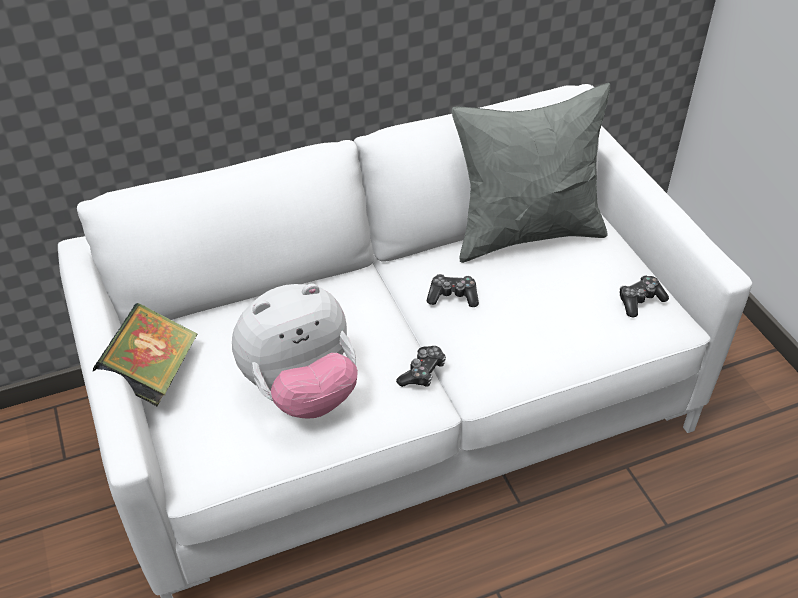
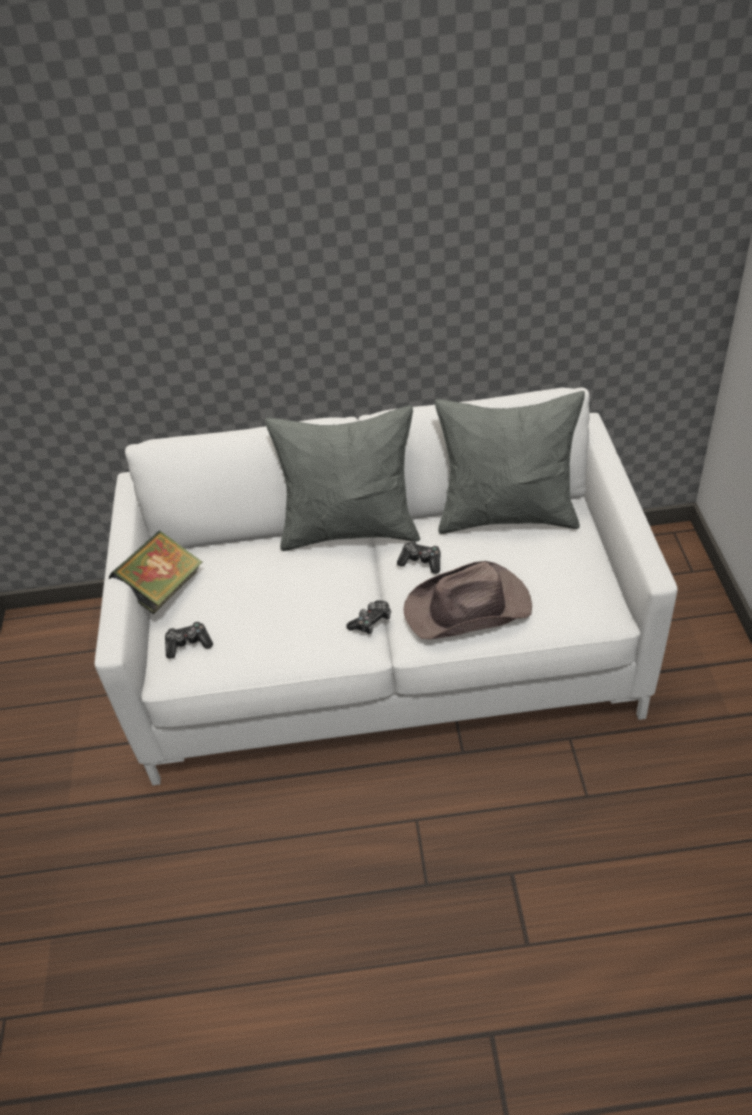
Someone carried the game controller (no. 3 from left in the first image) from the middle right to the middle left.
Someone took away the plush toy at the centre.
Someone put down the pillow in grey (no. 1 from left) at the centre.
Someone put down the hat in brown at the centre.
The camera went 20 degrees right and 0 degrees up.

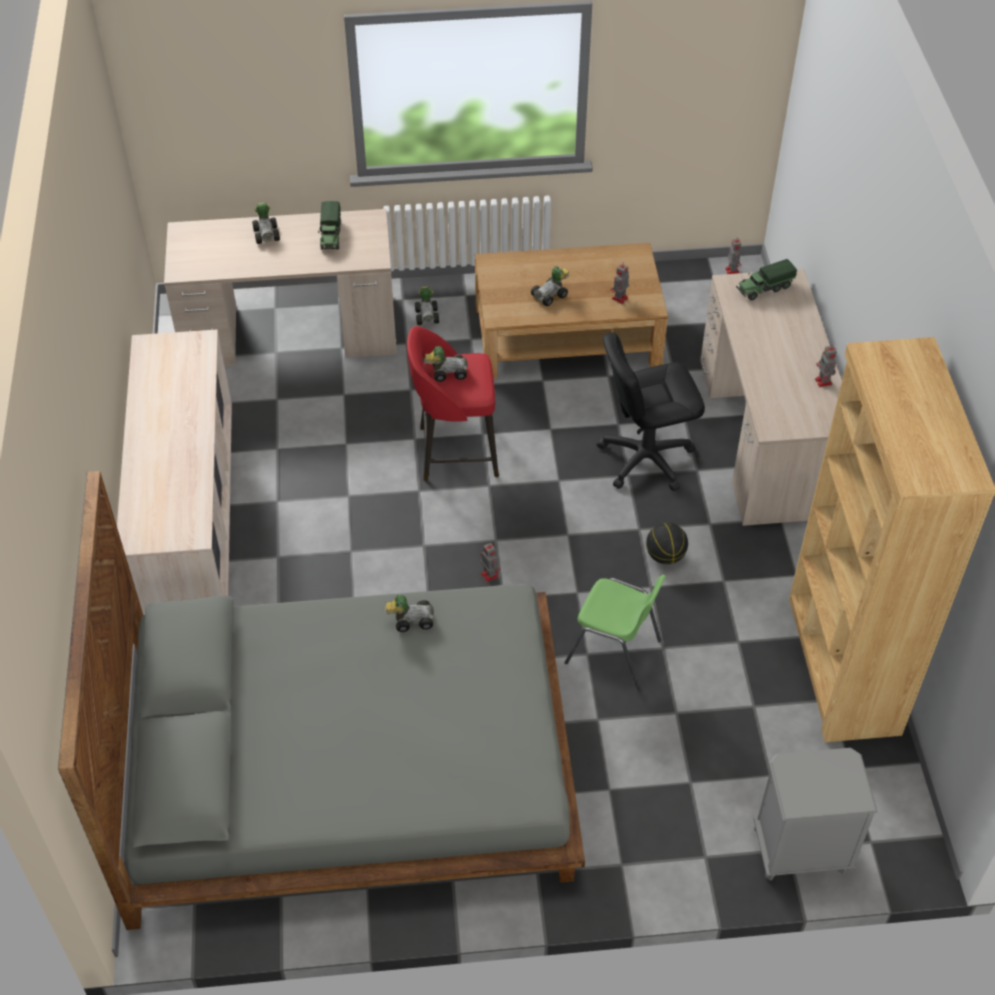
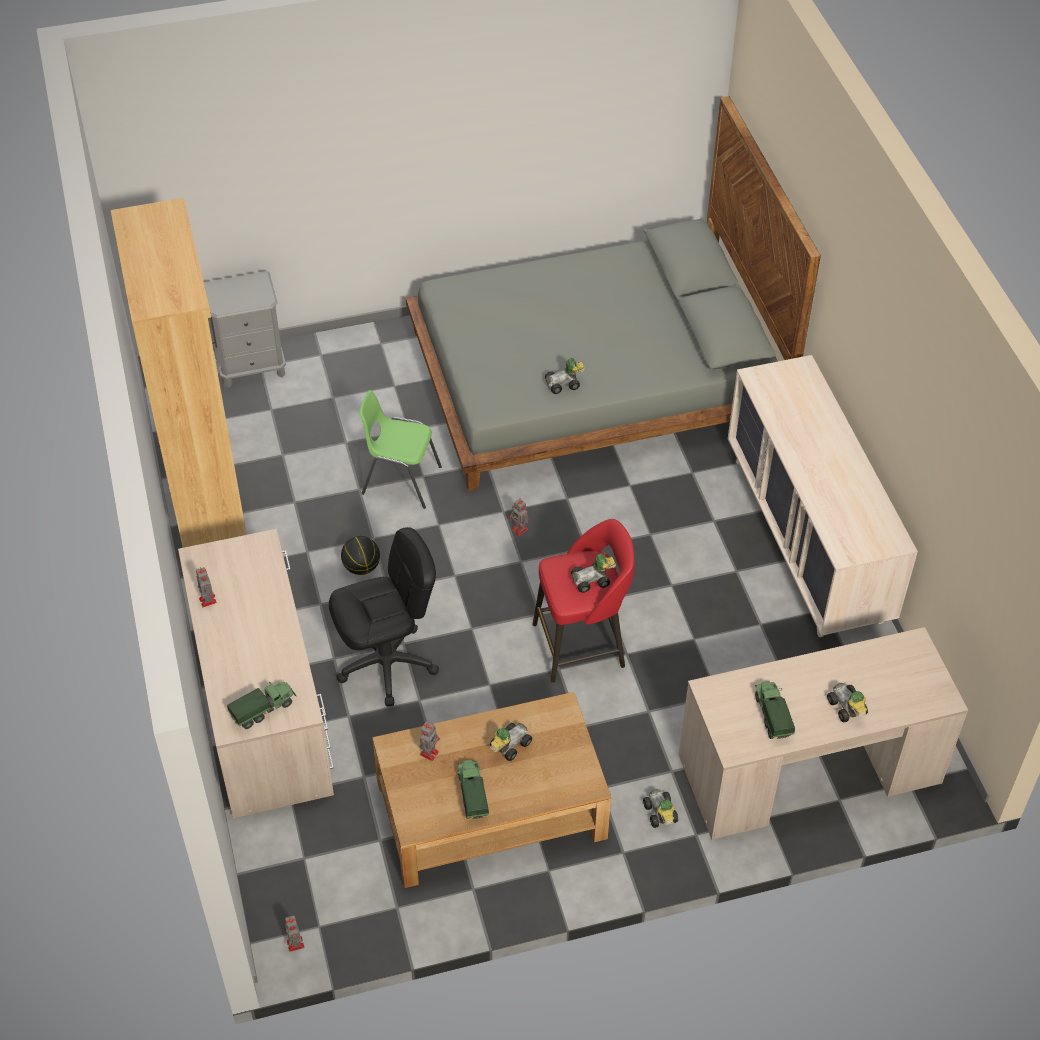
Someone put down the toy truck (no. 2 from left) at the bottom centre.
The camera went 170 degrees right and 0 degrees up.

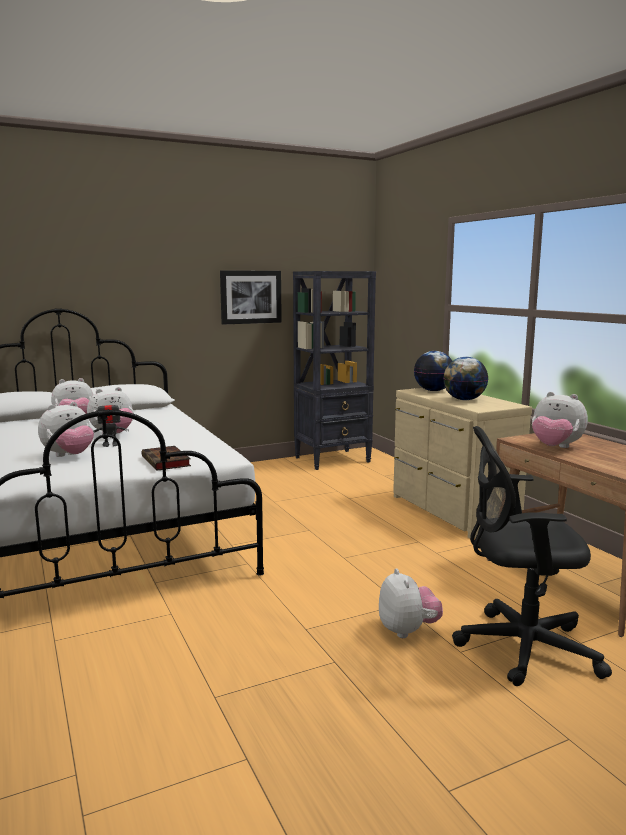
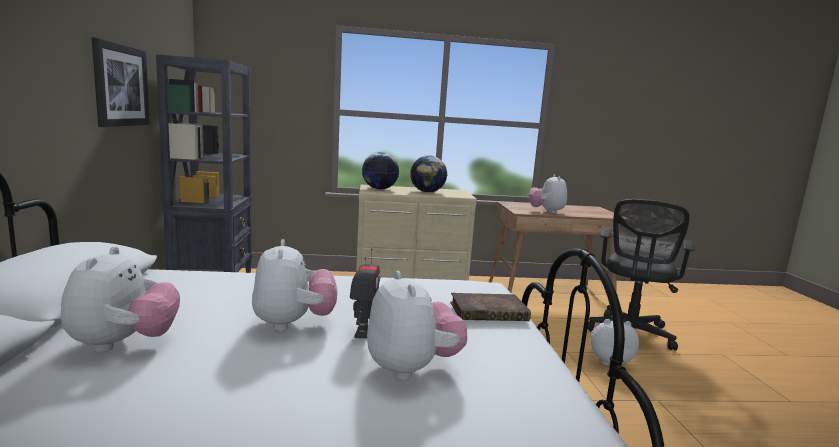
Someone rotated the plush toy (no. 5 from left in the first image) at the middle right by 120 degrees clockwise.
The camera went 70 degrees left and 0 degrees up.

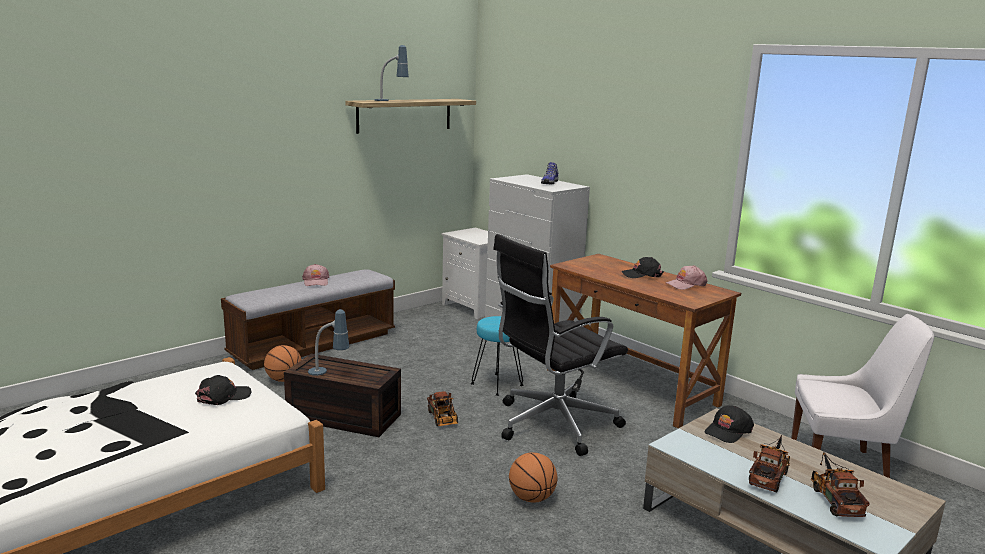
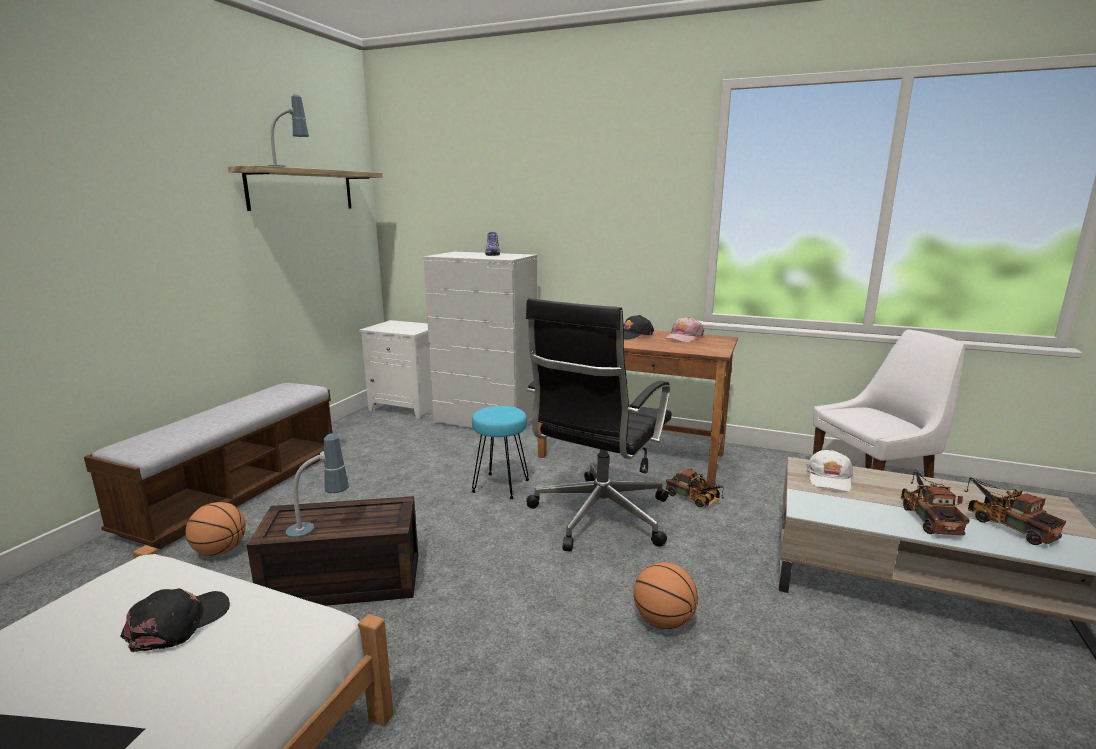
Someone took away the cap in pink (no. 1 from left) at the middle left.
Someone carried the toy truck (no. 1 from left) from the bottom centre to the centre.
Someone repainted the cap in black (no. 3 from left) at the bottom right, which became the cap in white at the middle right.
The camera went 25 degrees left and 0 degrees up.

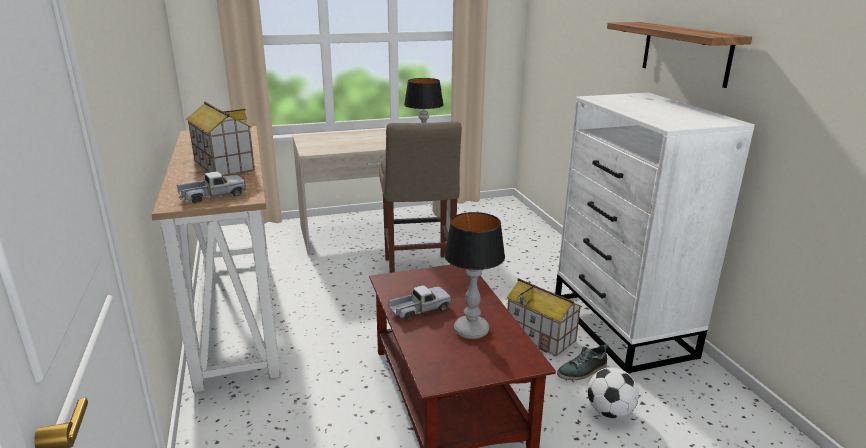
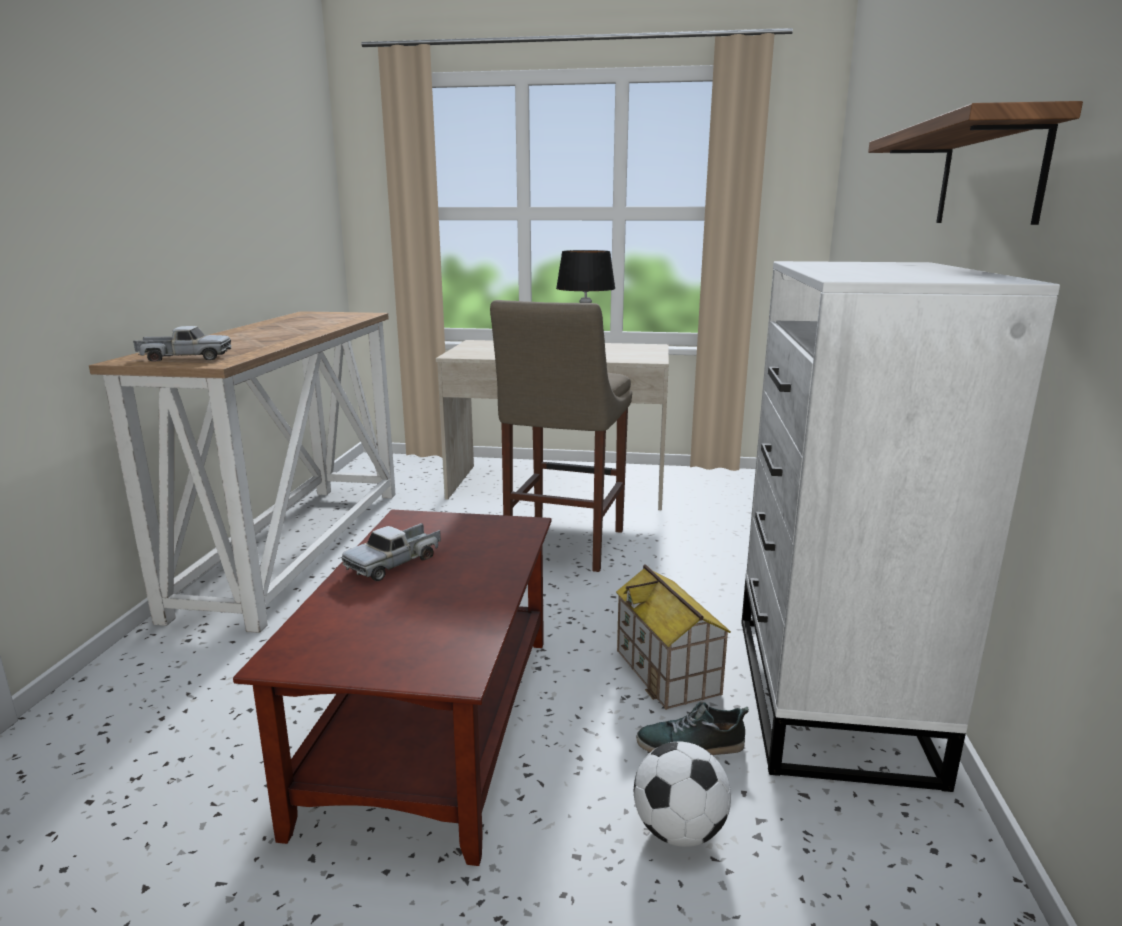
Someone took away the toy house (no. 1 from left) at the top left.
Someone took away the table lamp (no. 2 from left) at the centre.
Someone rotated the toy truck (no. 2 from left) at the bottom centre by 135 degrees clockwise.
The camera went 25 degrees right and 5 degrees down.

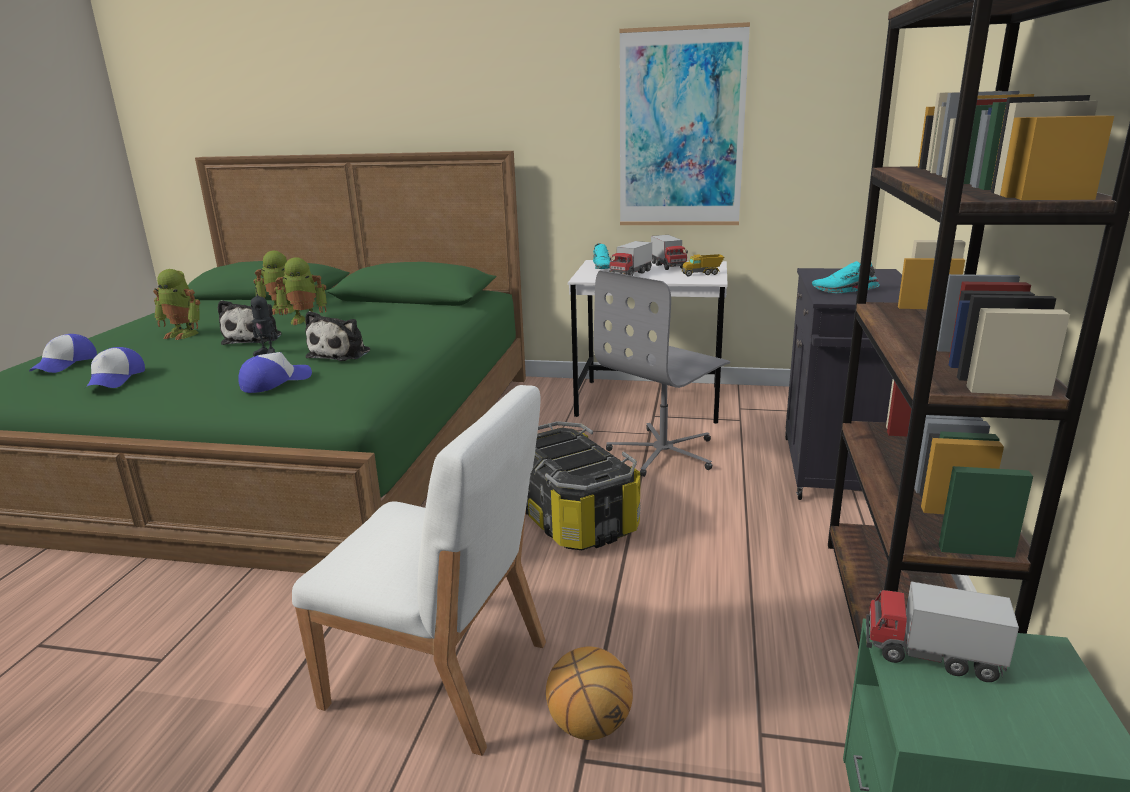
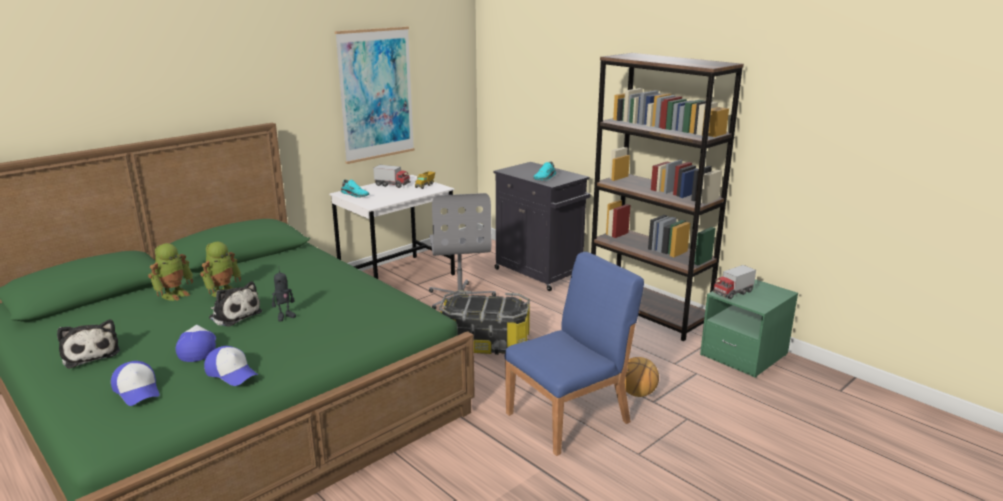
Someone took away the toy truck (no. 1 from left) at the top centre.
Someone took away the toy robot (no. 1 from left) at the middle left.
Someone carried the plush toy (no. 2 from left in the first image) from the middle left to the bottom left.
Someone carried the cap (no. 3 from left in the first image) from the middle left to the bottom left.
Someone repainted the chair in white at the bottom centre, which became the chair in blue at the bottom centre.
The camera went 55 degrees left and 0 degrees up.

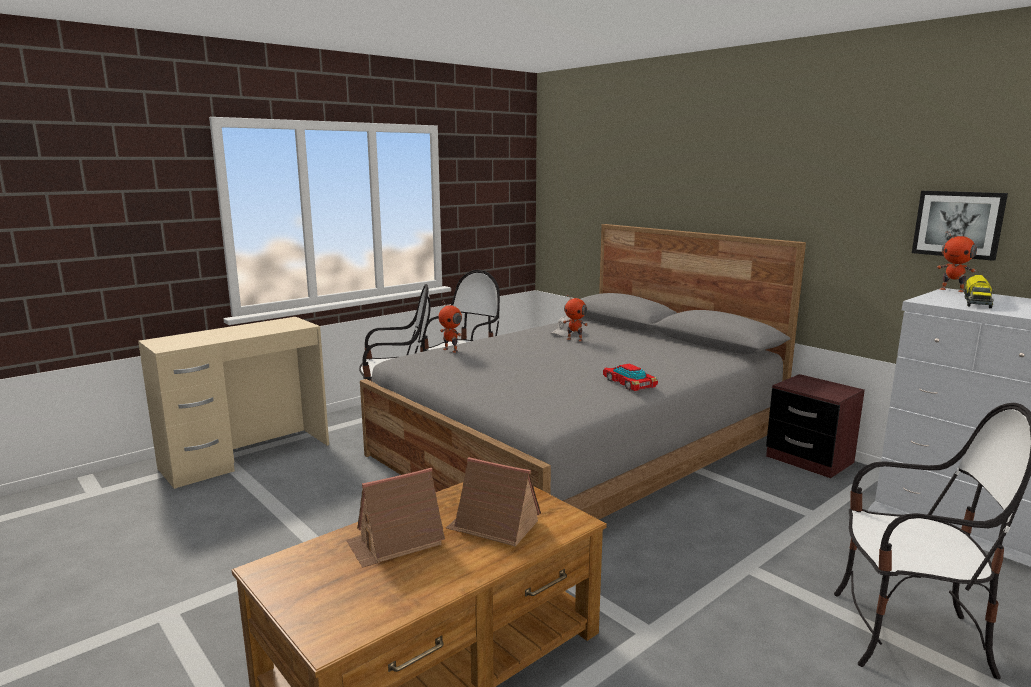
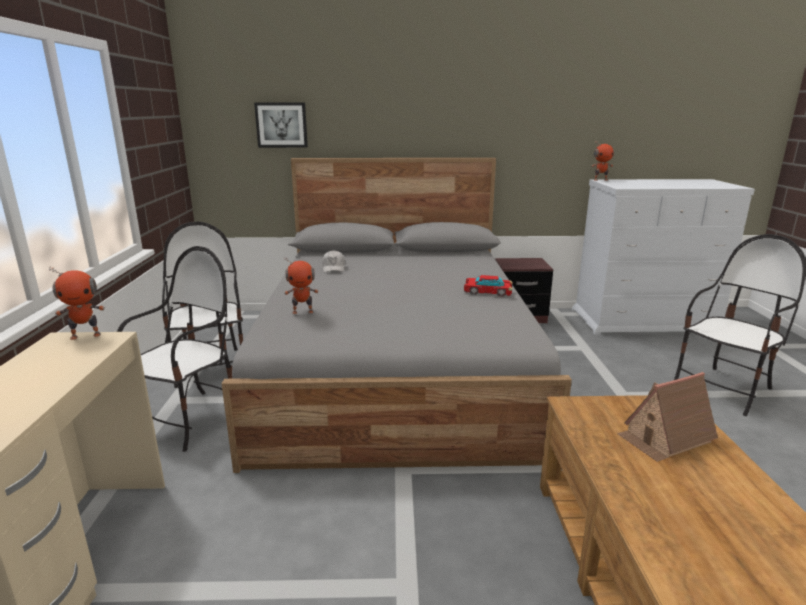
Someone carried the picture from the top right to the top centre.
Someone took away the toy truck at the middle right.
Someone carried the toy robot (no. 2 from left in the first image) from the centre to the middle left.
Someone took away the toy house (no. 1 from left) at the bottom centre.
The camera went 50 degrees left and 5 degrees up.

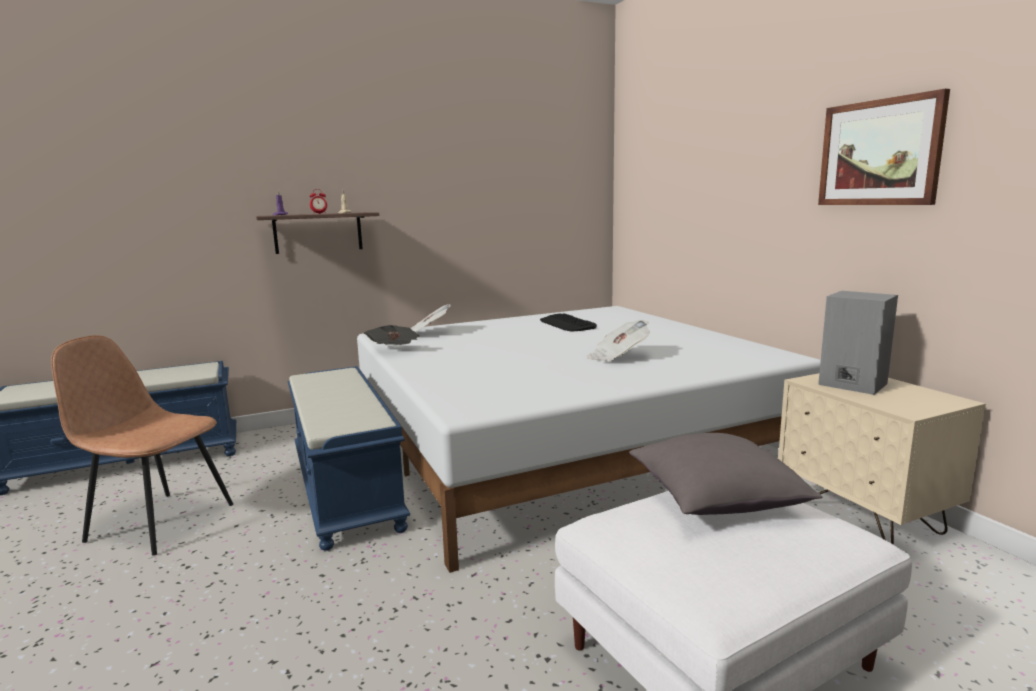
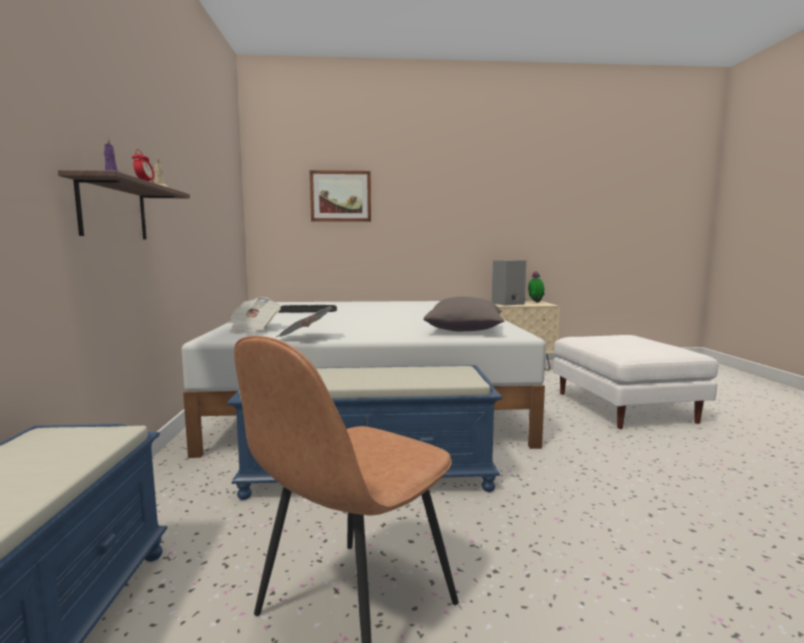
Someone carried the picture from the top right to the top centre.
Someone took away the newspaper (no. 3 from left) at the centre.
Someone carried the pillow in grey from the bottom right to the centre.
Someone put down the potted plant at the middle right.
The camera went 70 degrees left and 5 degrees down.

